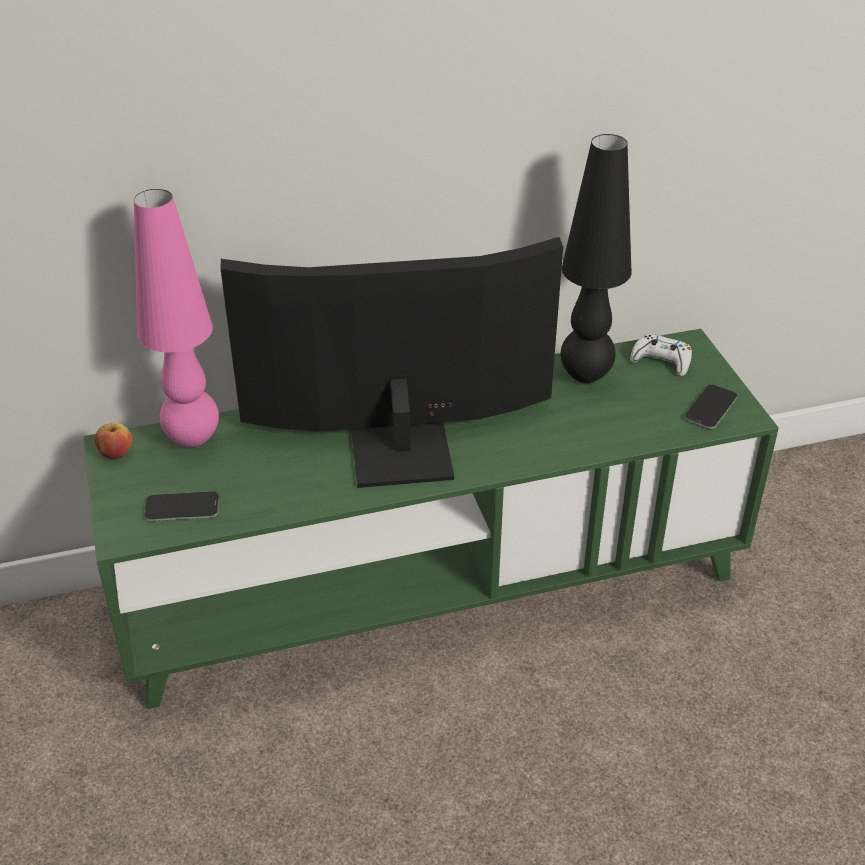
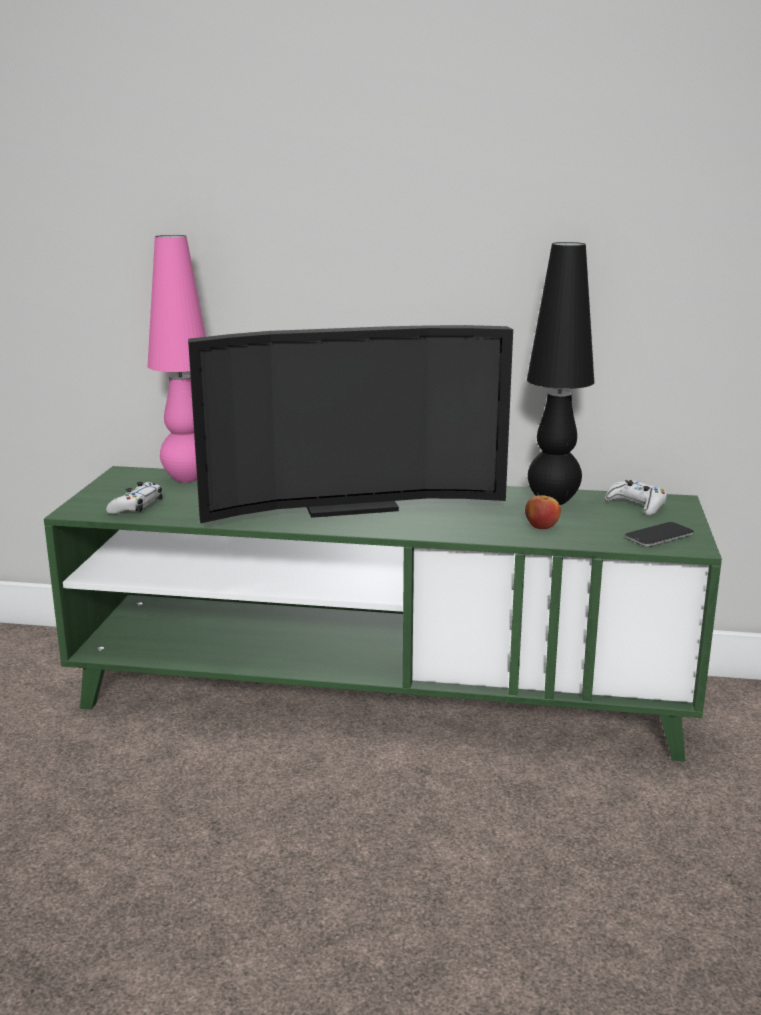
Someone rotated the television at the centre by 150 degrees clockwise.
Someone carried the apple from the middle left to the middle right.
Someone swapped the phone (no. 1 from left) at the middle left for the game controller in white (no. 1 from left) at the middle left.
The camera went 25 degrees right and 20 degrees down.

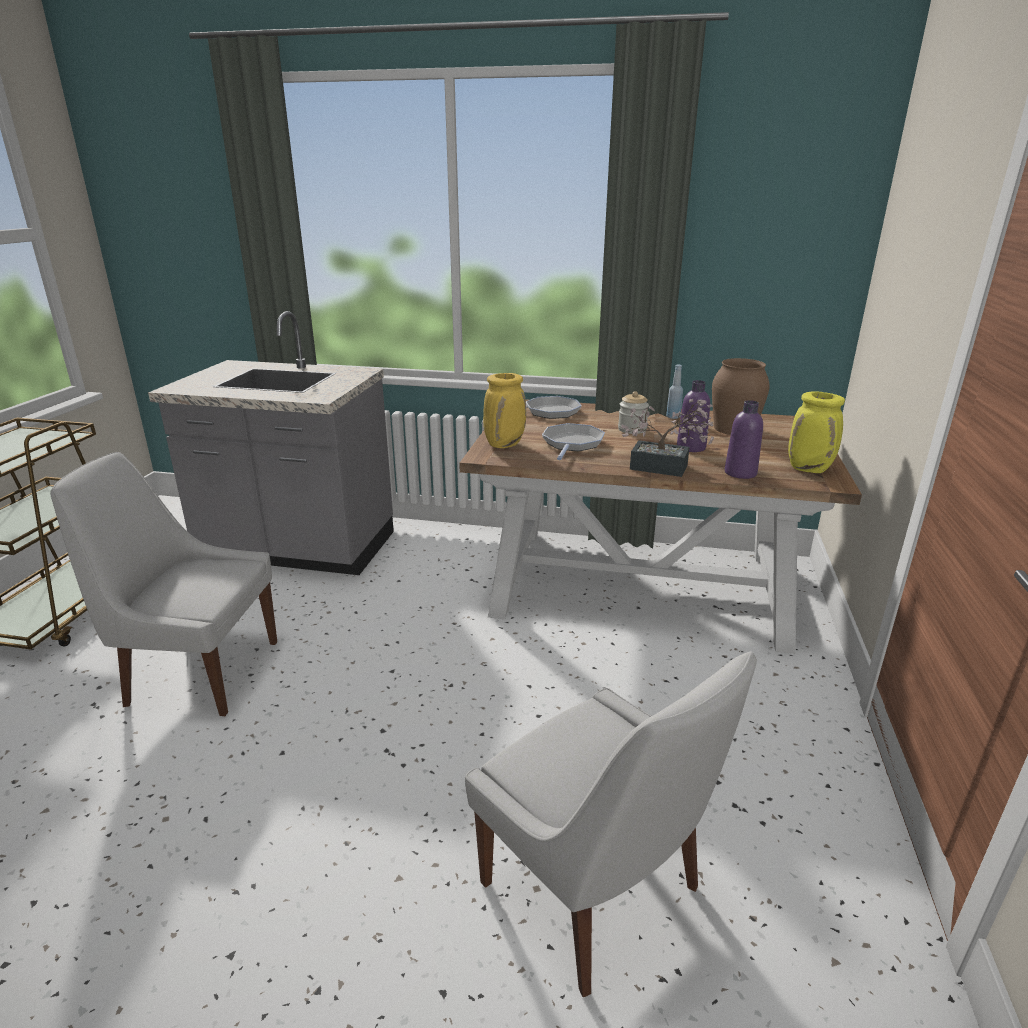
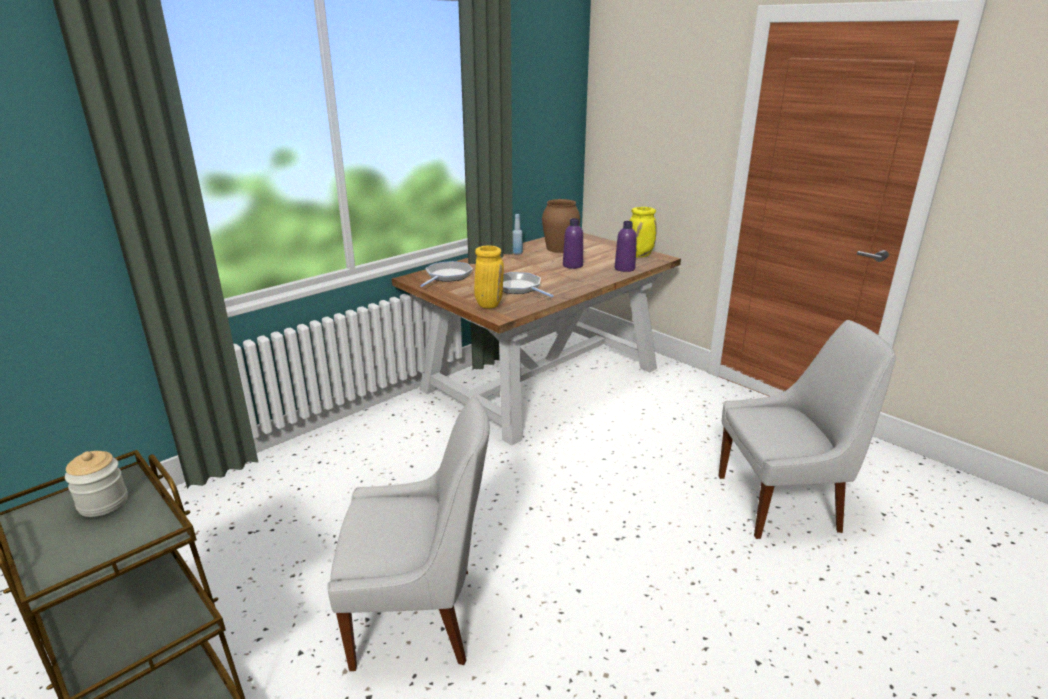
Someone took away the counter in grey at the middle left.
Someone carried the jar from the centre to the bottom left.
Someone took away the potted plant at the centre.
Someone rotated the chair in white (no. 1 from left) at the middle left by 135 degrees counterclockwise.
The camera went 55 degrees left and 0 degrees up.

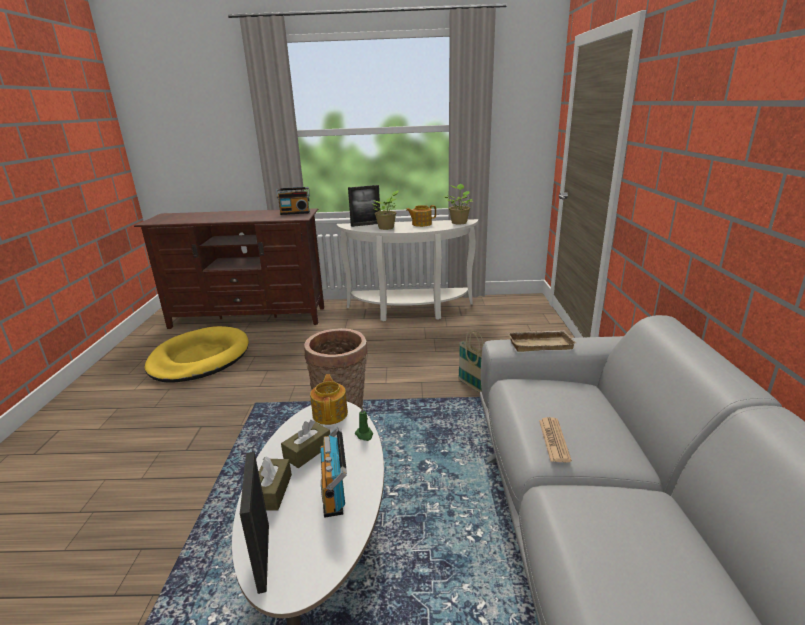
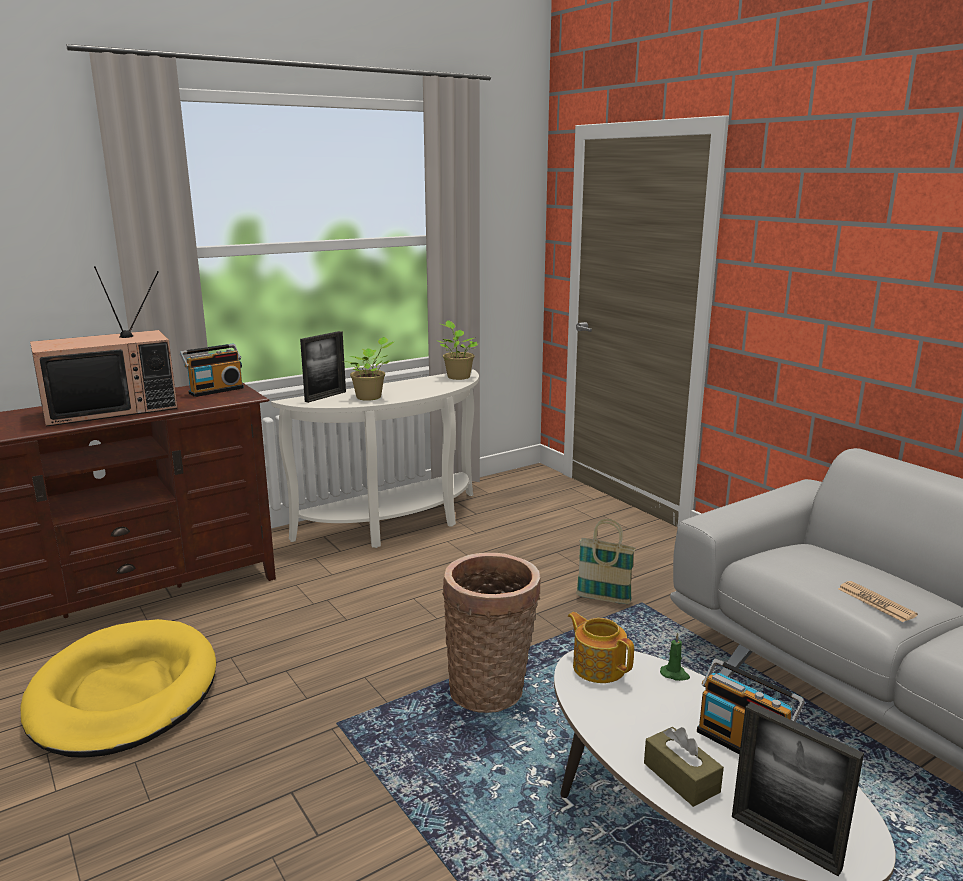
Someone took away the teapot (no. 2 from left) at the centre.
Someone took away the tray in beige at the middle right.
Someone took away the tissue box in brown (no. 2 from left) at the bottom centre.
Someone put down the television at the middle left.
The camera went 35 degrees left and 5 degrees down.

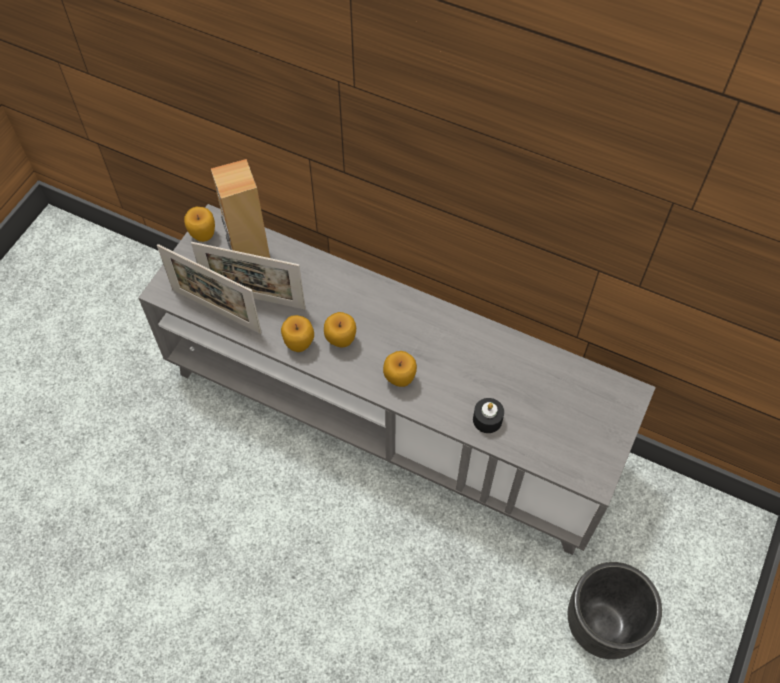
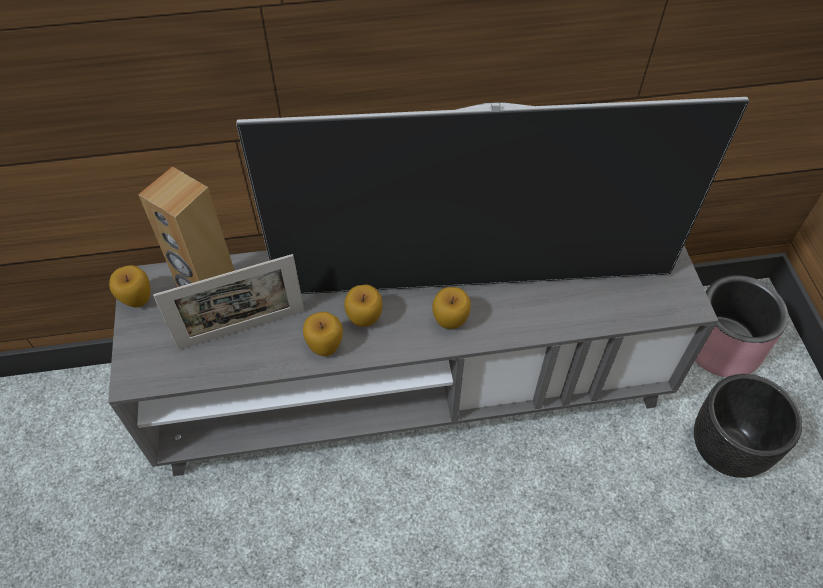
Someone took away the picture frame (no. 1 from left) at the middle left.
Someone took away the candle in black at the centre.
Someone put down the television at the top centre.
Someone put down the planter in pink at the middle right.
The camera went 35 degrees left and 5 degrees down.

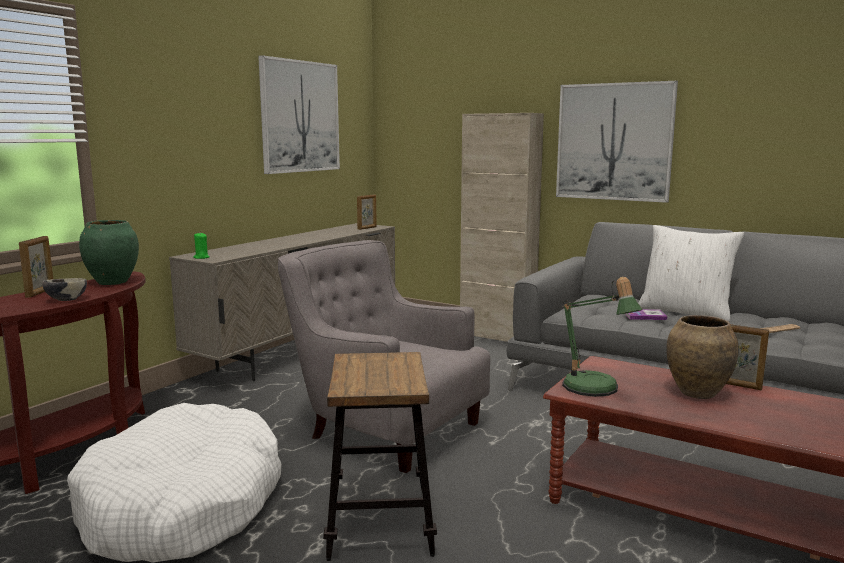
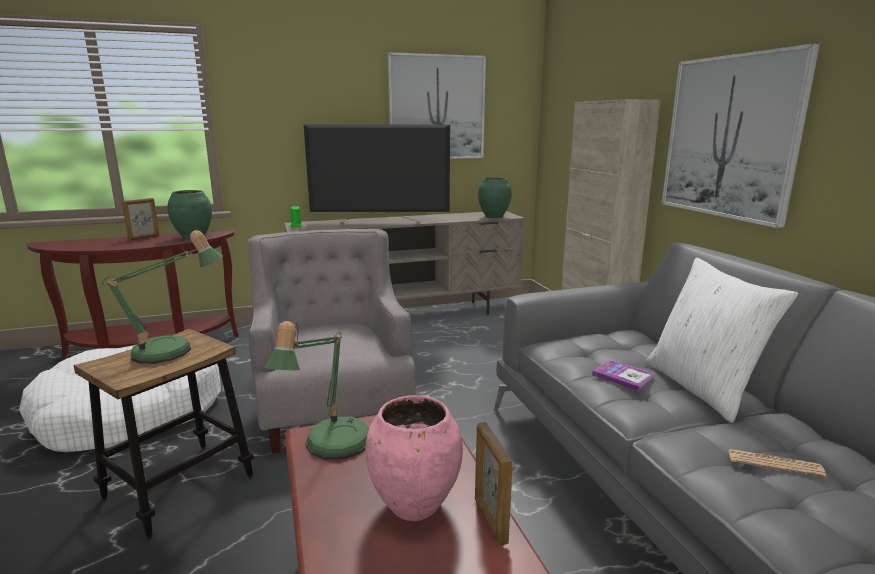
Someone swapped the picture frame (no. 2 from left) at the centre for the vase in green (no. 2 from left) at the centre.
Someone took away the bowl at the middle left.
Someone repainted the vase in brown at the middle right, which became the vase in pink at the bottom centre.
Someone put down the television at the top centre.
Someone put down the table lamp (no. 1 from left) at the middle left.
The camera went 40 degrees right and 5 degrees up.

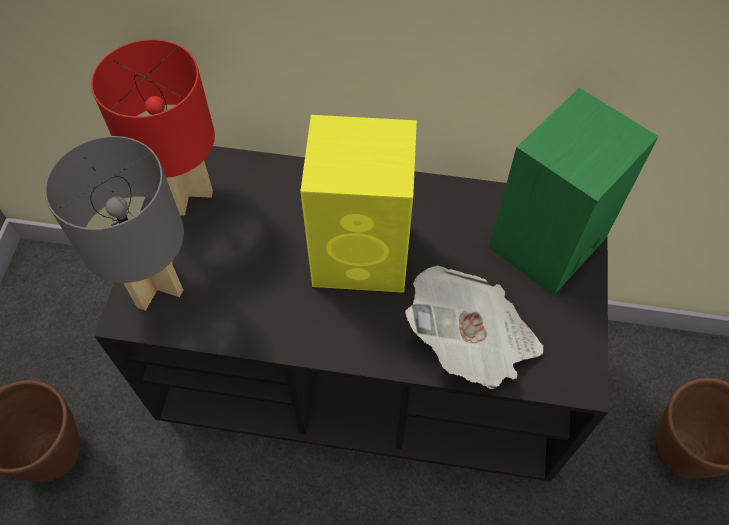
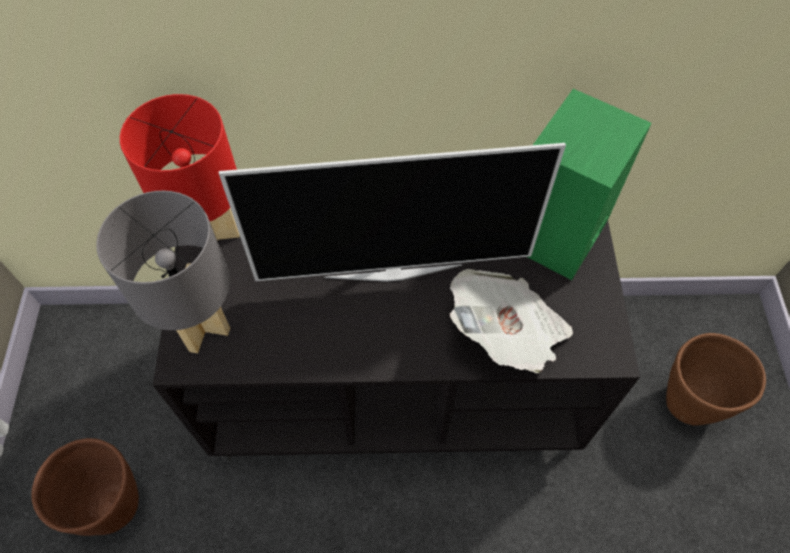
Someone swapped the speaker in yellow at the centre for the television at the centre.
The camera went 10 degrees left and 0 degrees up.

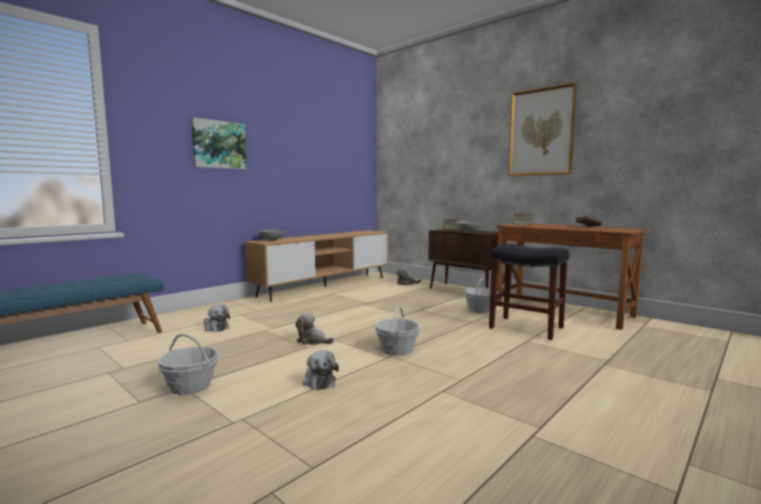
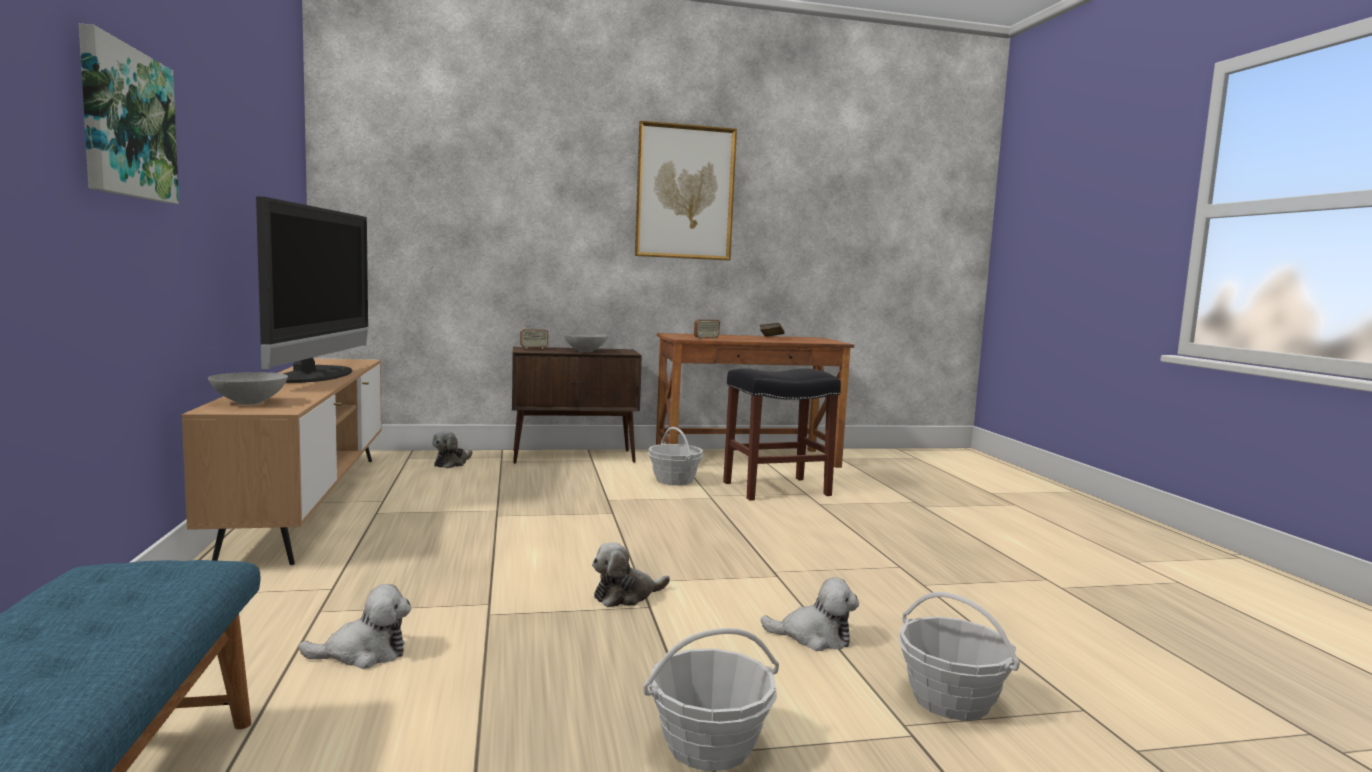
Someone carried the basket (no. 2 from left in the first image) from the centre to the bottom right.
Someone put down the television at the middle left.
The camera went 55 degrees left and 0 degrees up.

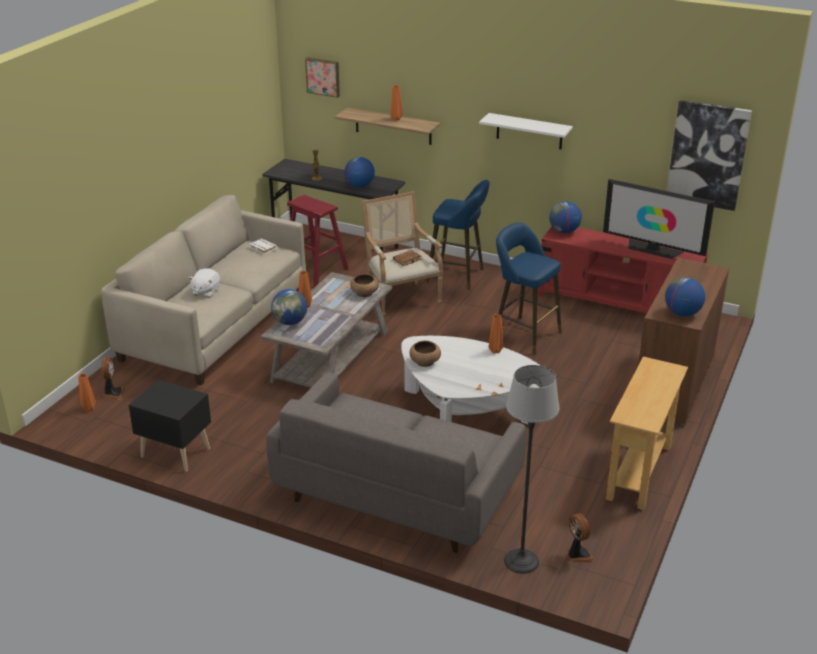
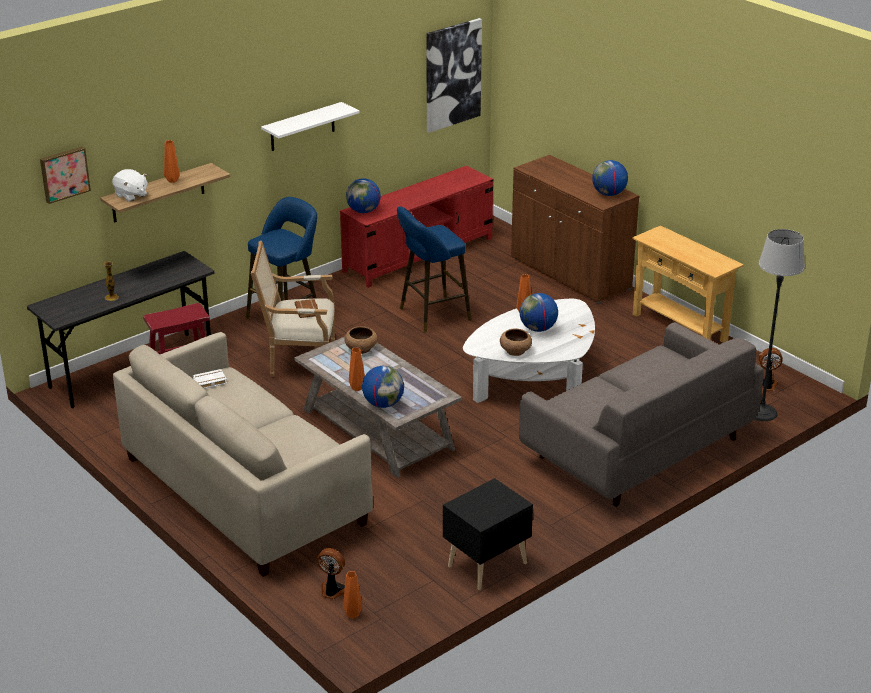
Someone carried the globe (no. 2 from left in the first image) from the top centre to the centre.
Someone took away the television at the middle right.
Someone carried the plush toy in white from the middle left to the top left.
The camera went 65 degrees left and 0 degrees up.

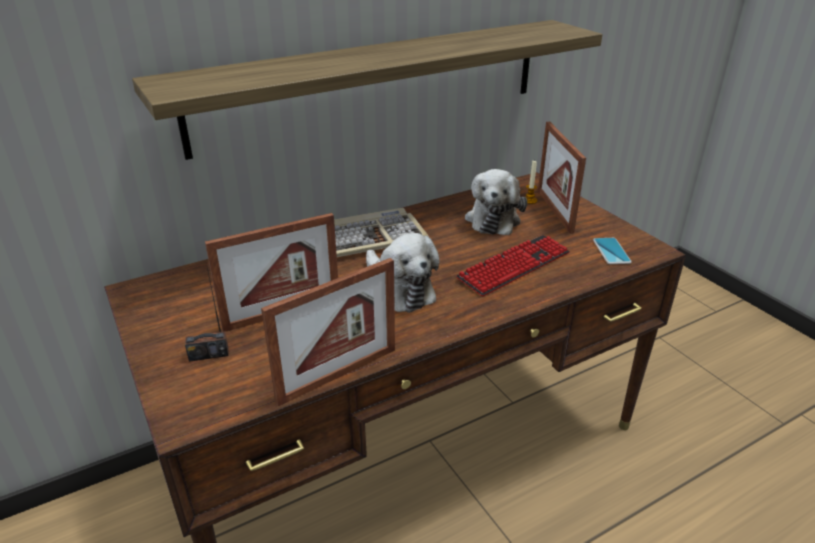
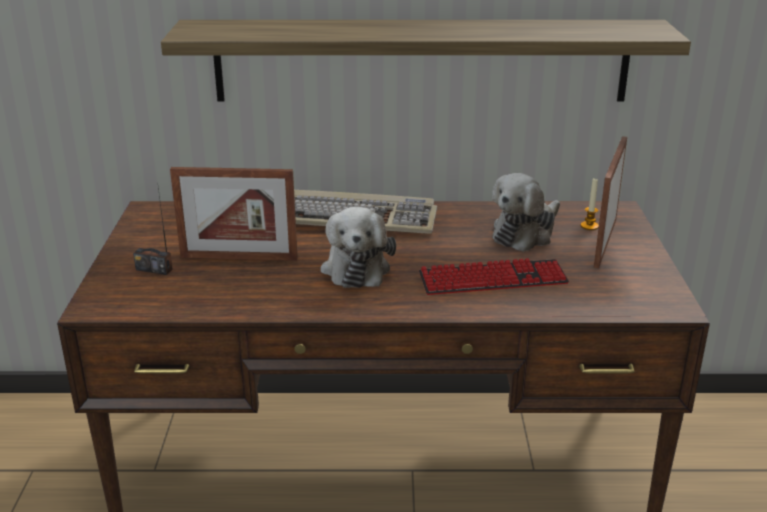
Someone took away the phone at the middle right.
Someone took away the picture frame (no. 2 from left) at the centre.
The camera went 30 degrees right and 5 degrees down.

